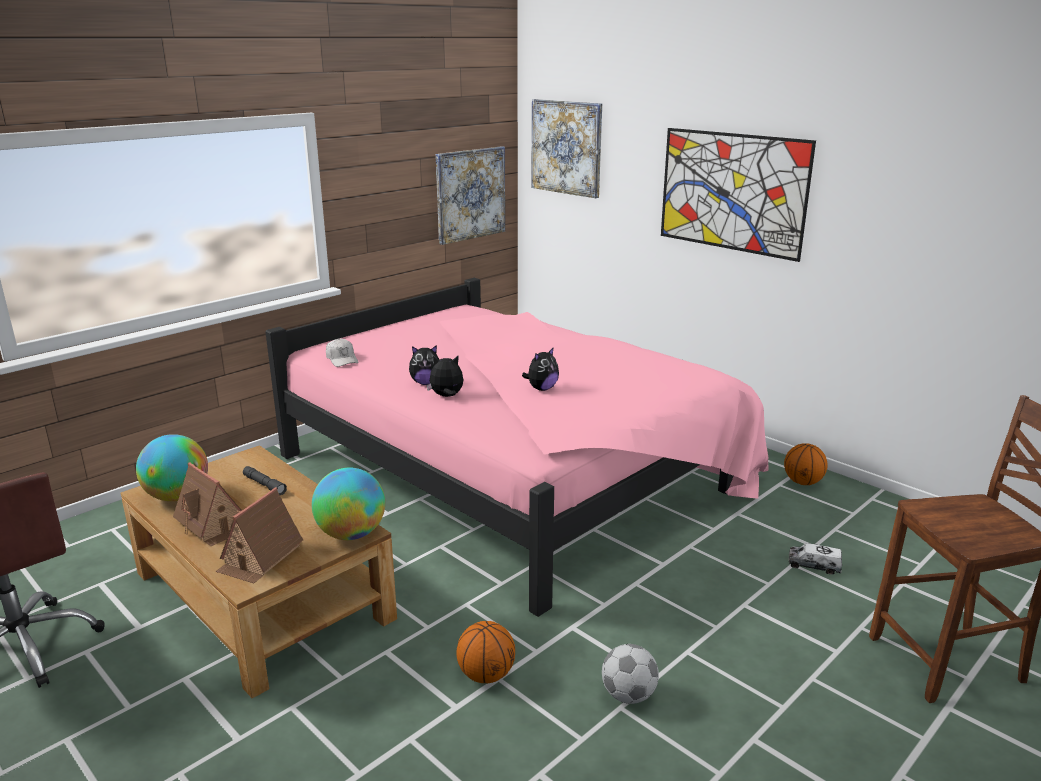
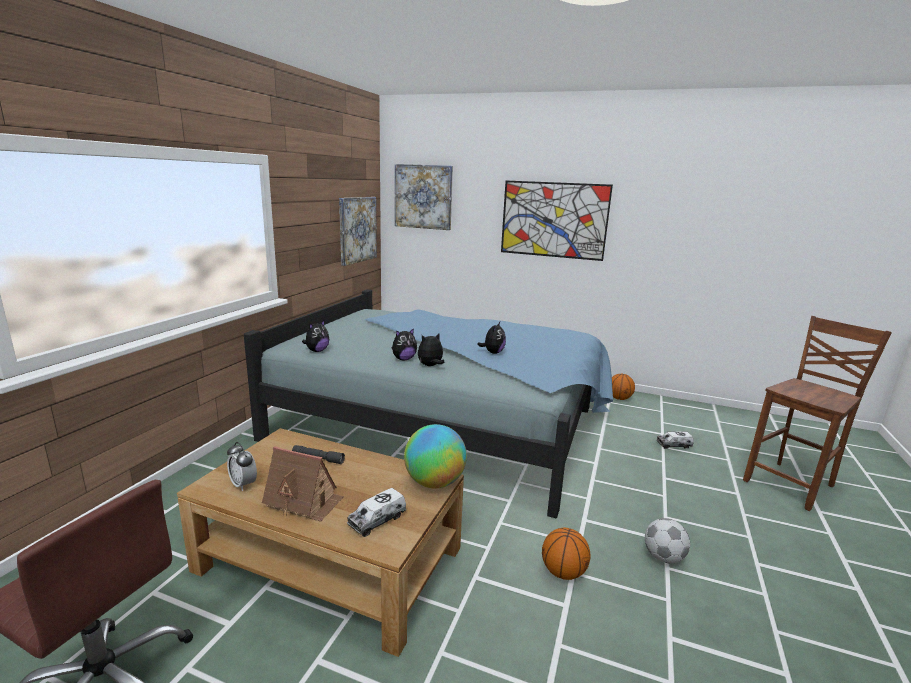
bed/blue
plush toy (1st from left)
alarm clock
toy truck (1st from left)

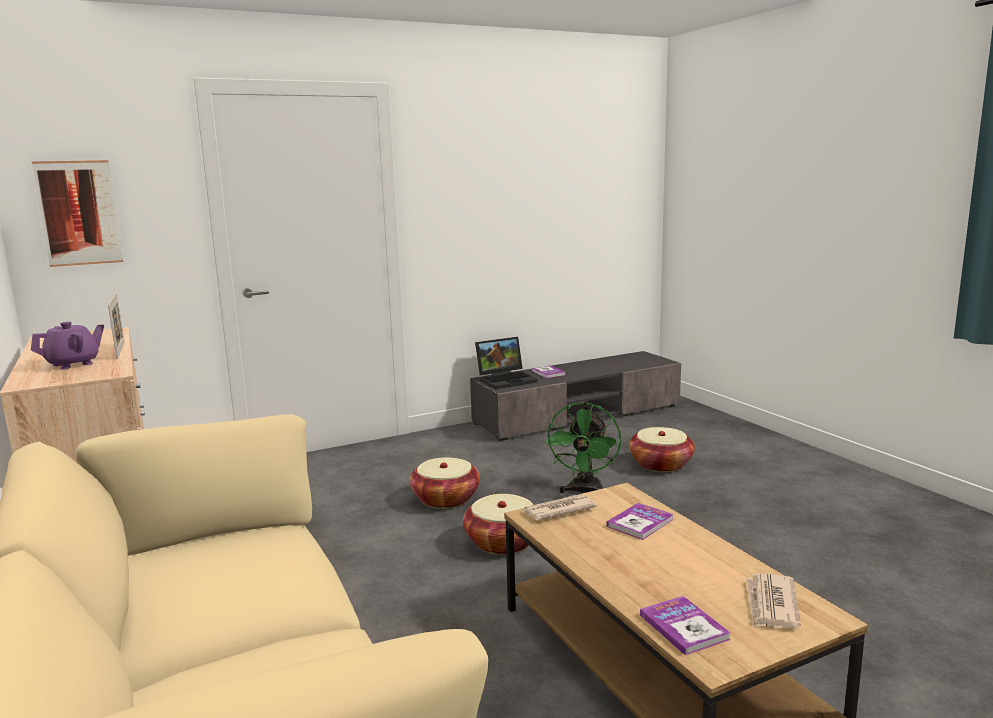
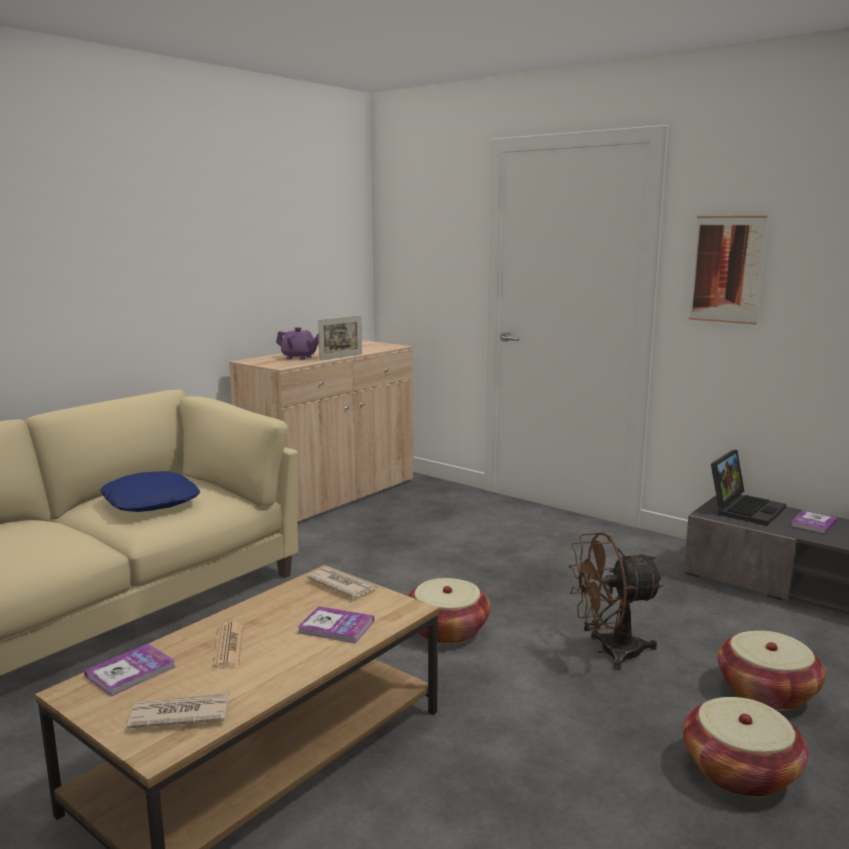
picture
laptop
fan/brown
basket (2nd from left)
pillow/blue
newspaper (2nd from left)

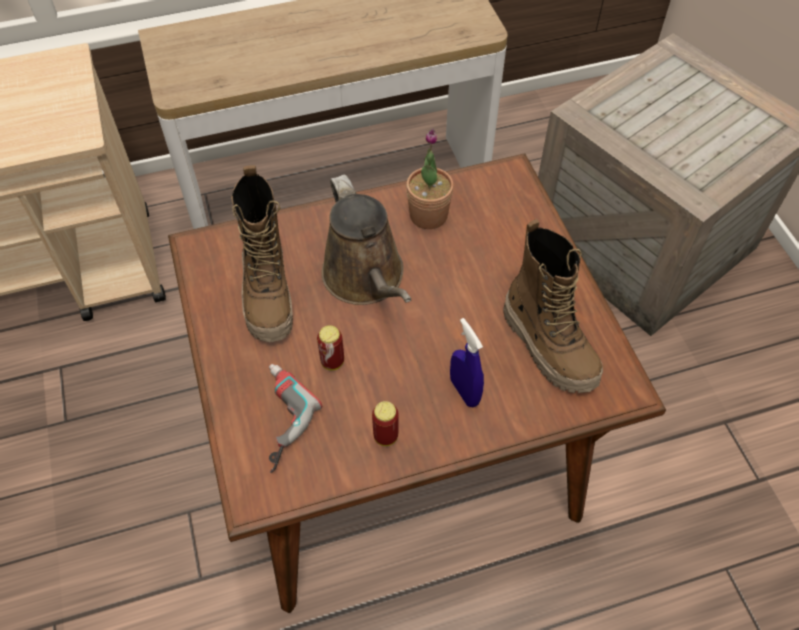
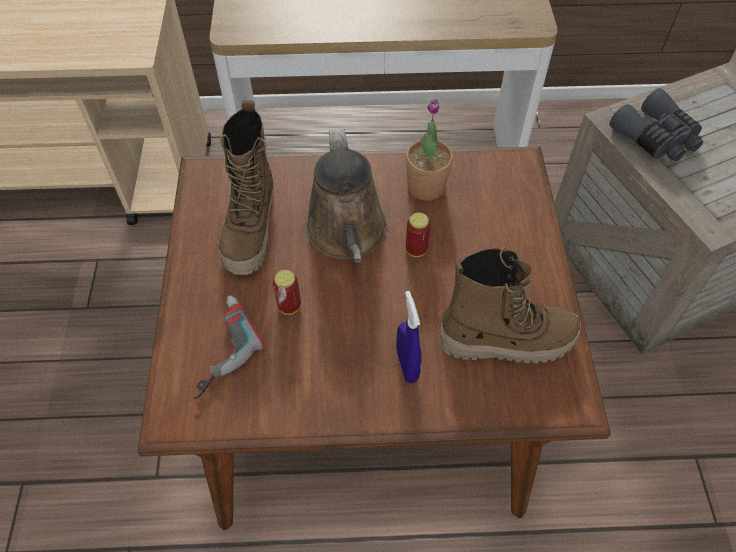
boot (2nd from left)
can (2nd from left)
binoculars/grey

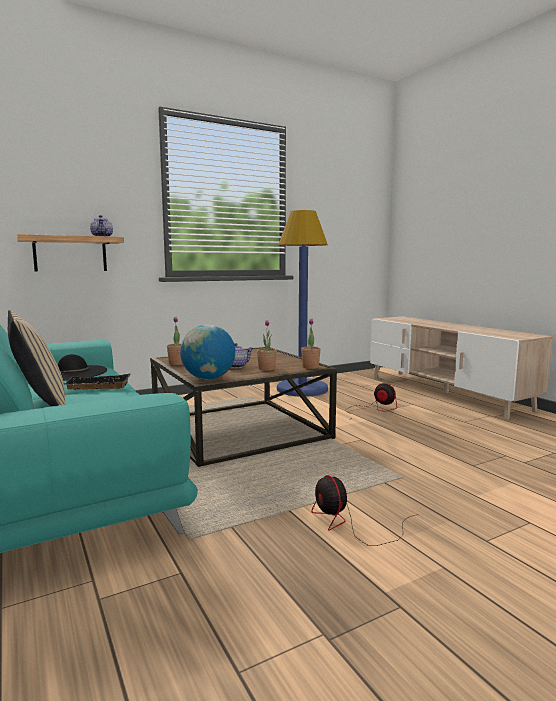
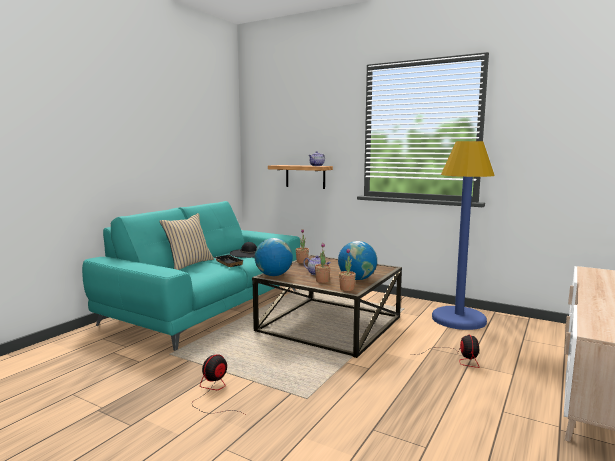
globe (2nd from left)

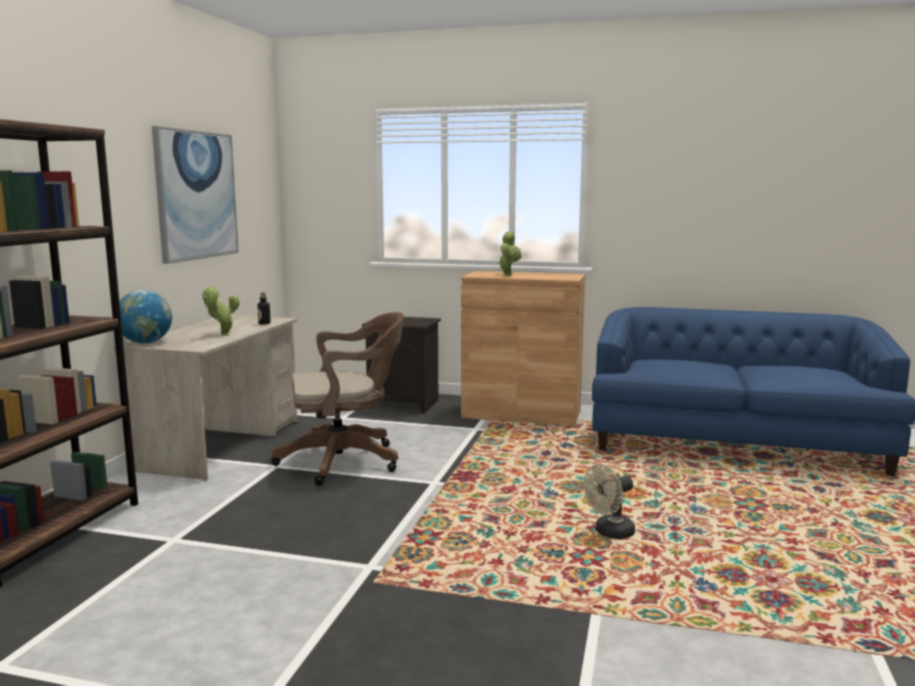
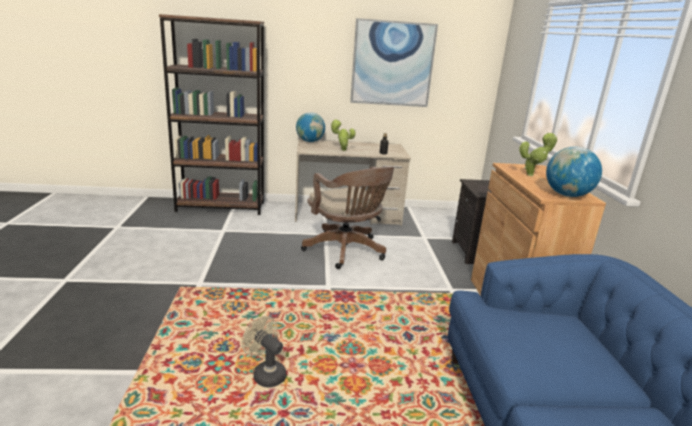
globe (2nd from left)

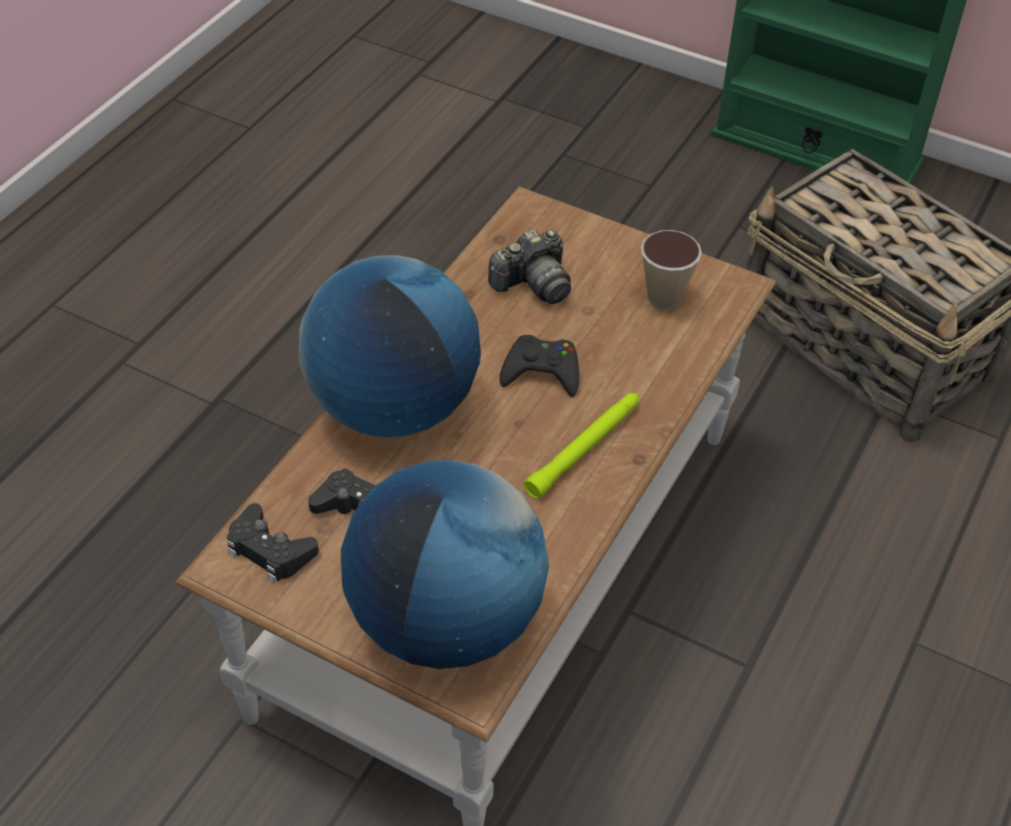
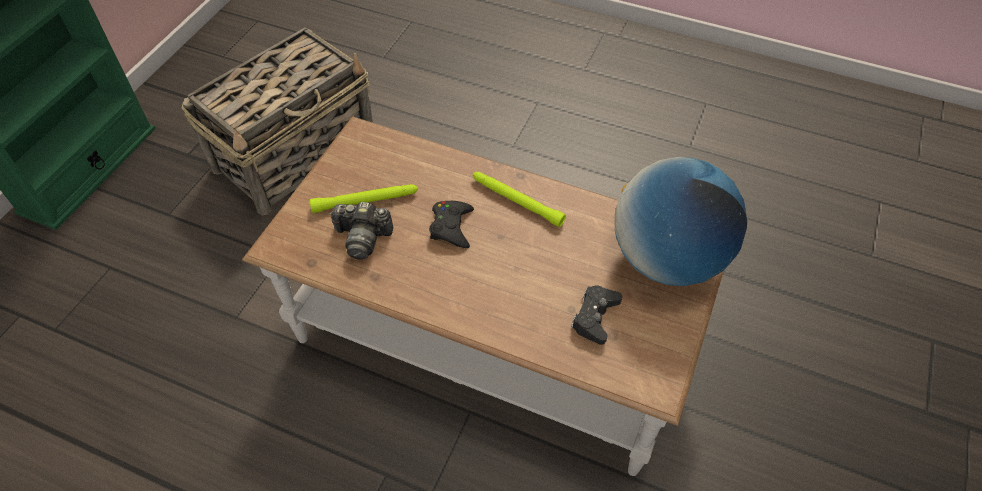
photo camera
cup
globe (1st from left in the first image)
game controller/black (1st from left in the first image)
flashlight/green (1st from left)

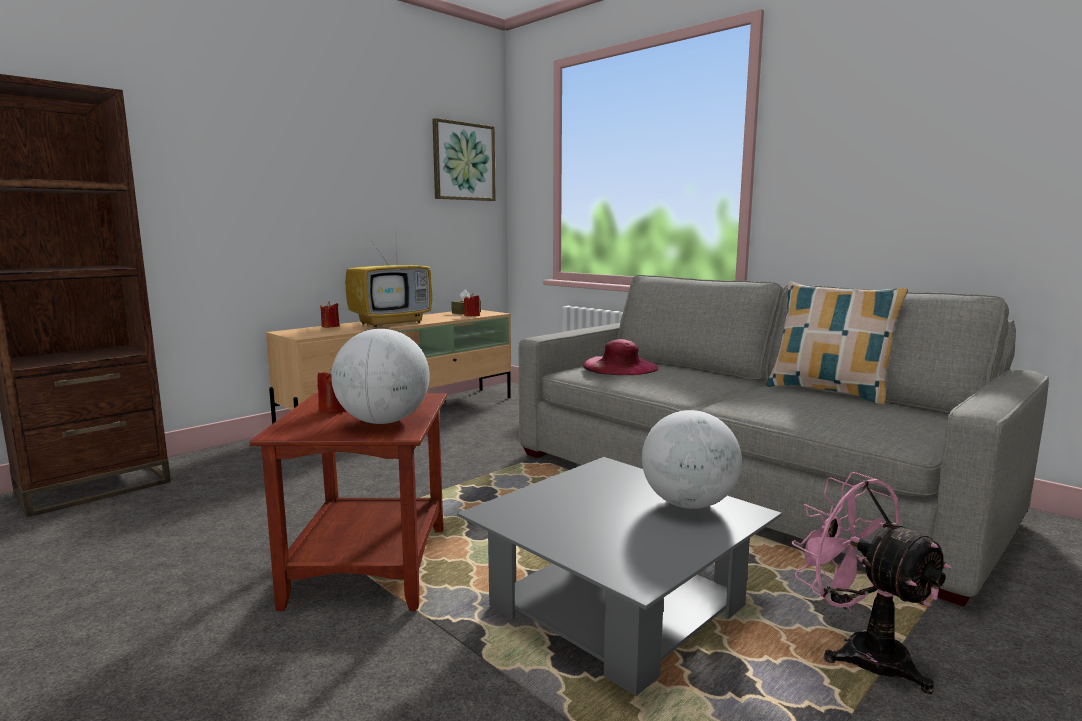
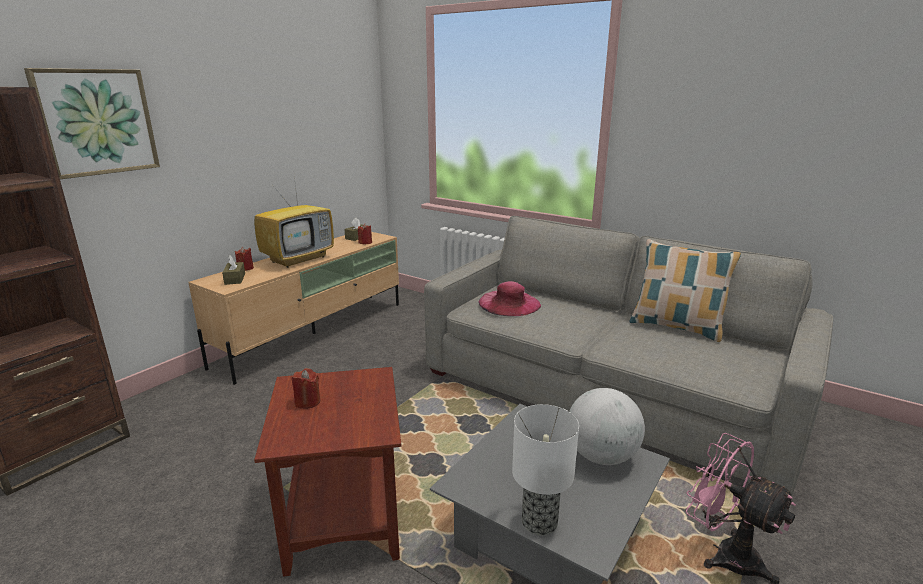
picture
globe (1st from left in the first image)
tissue box/brown (1st from left)
table lamp

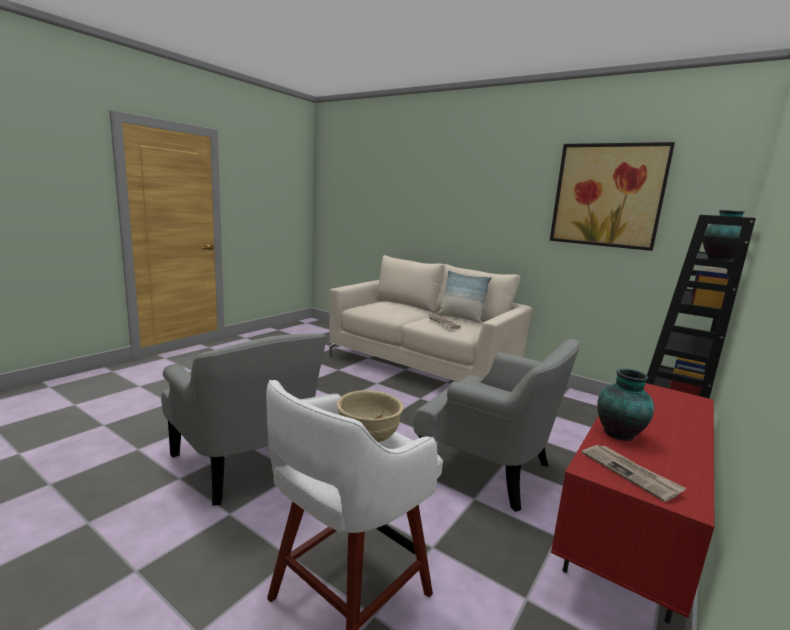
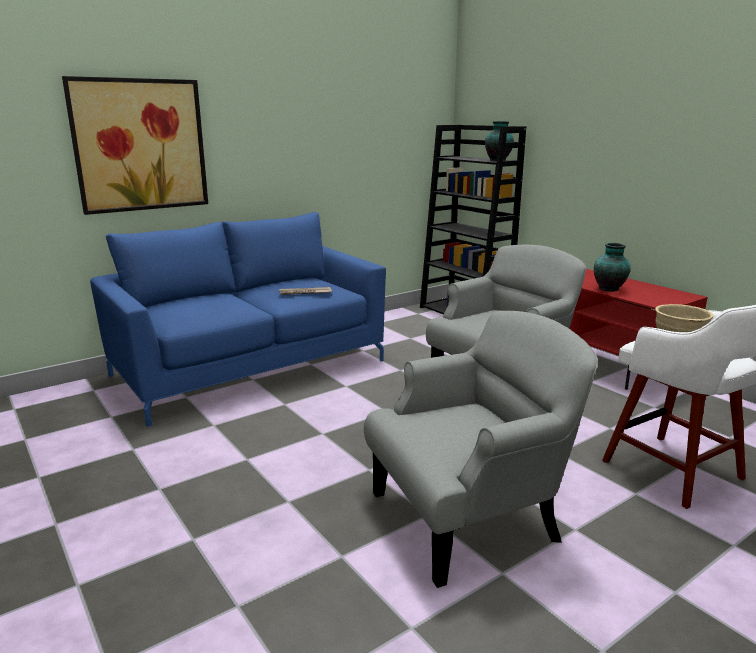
picture
sofa/blue
pillow
newspaper (2nd from left in the first image)

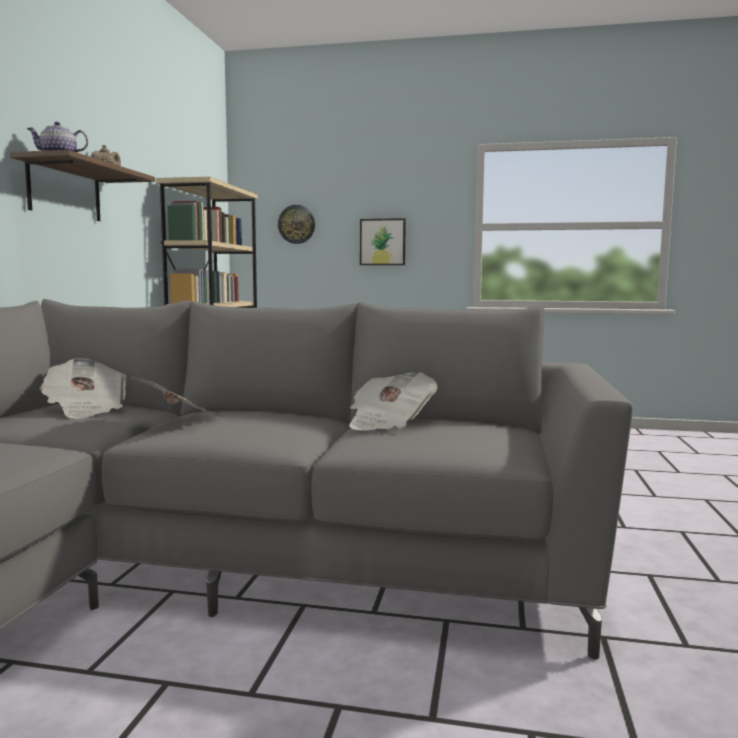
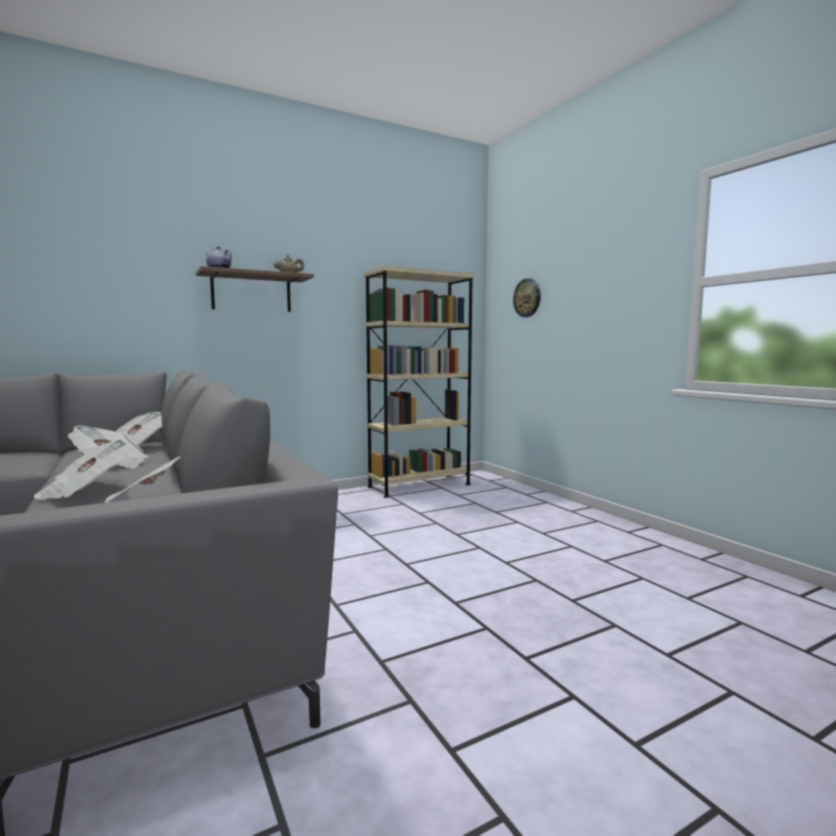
picture
newspaper (1st from left)

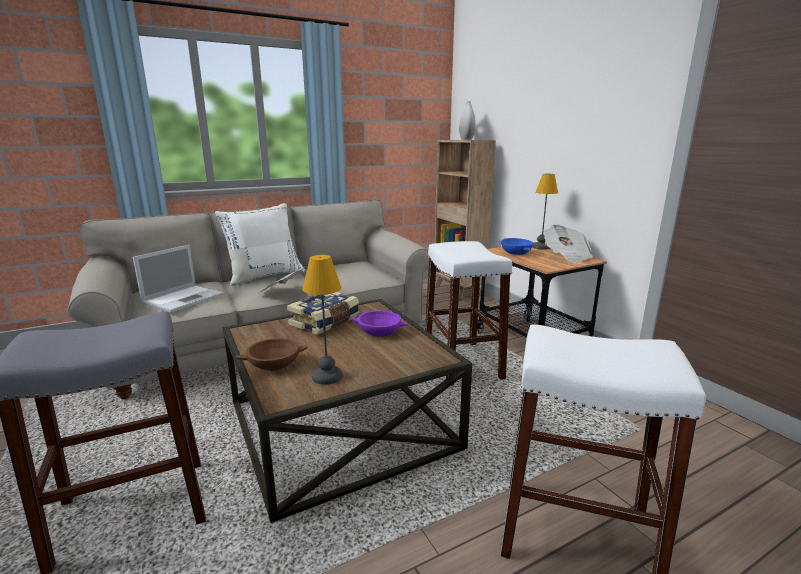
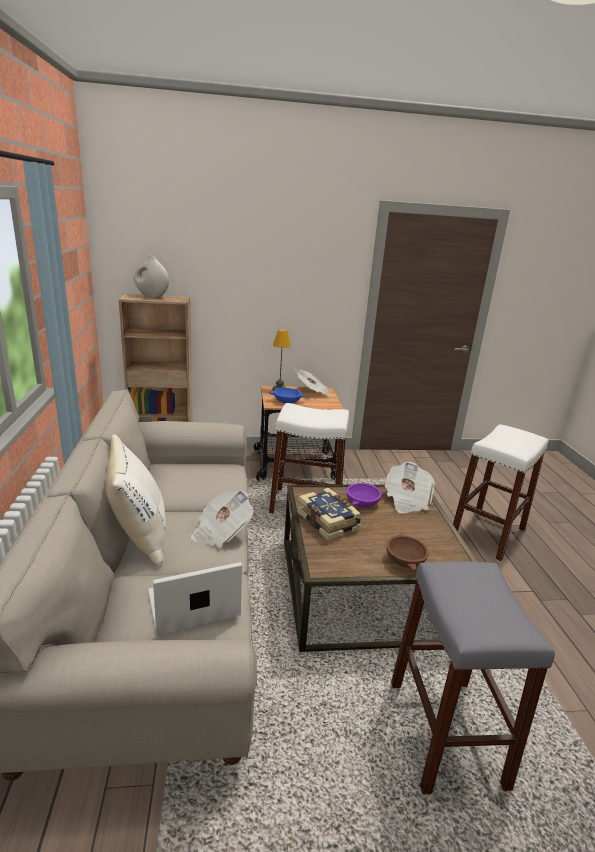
laptop
table lamp (1st from left in the first image)
newspaper (3rd from left)

